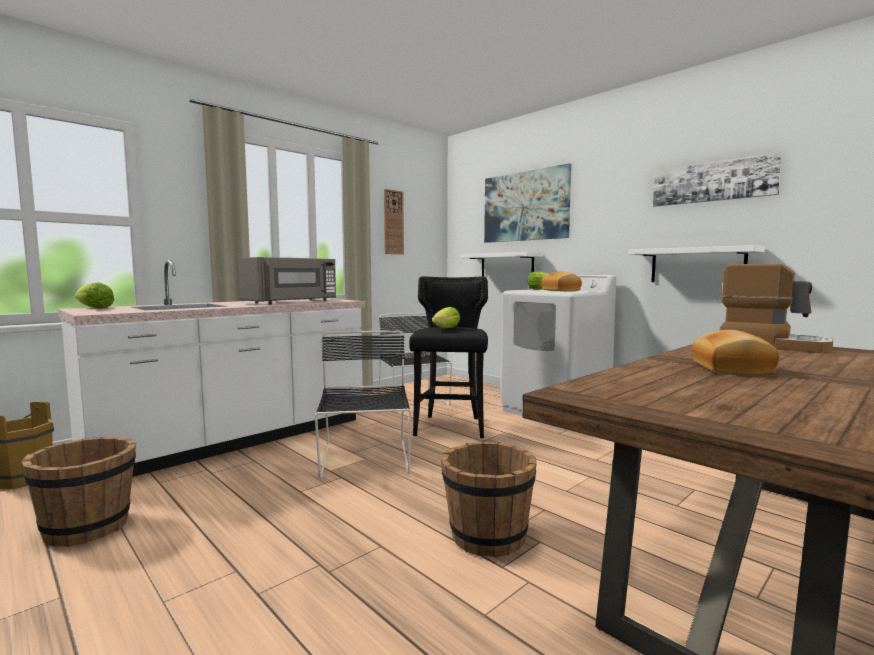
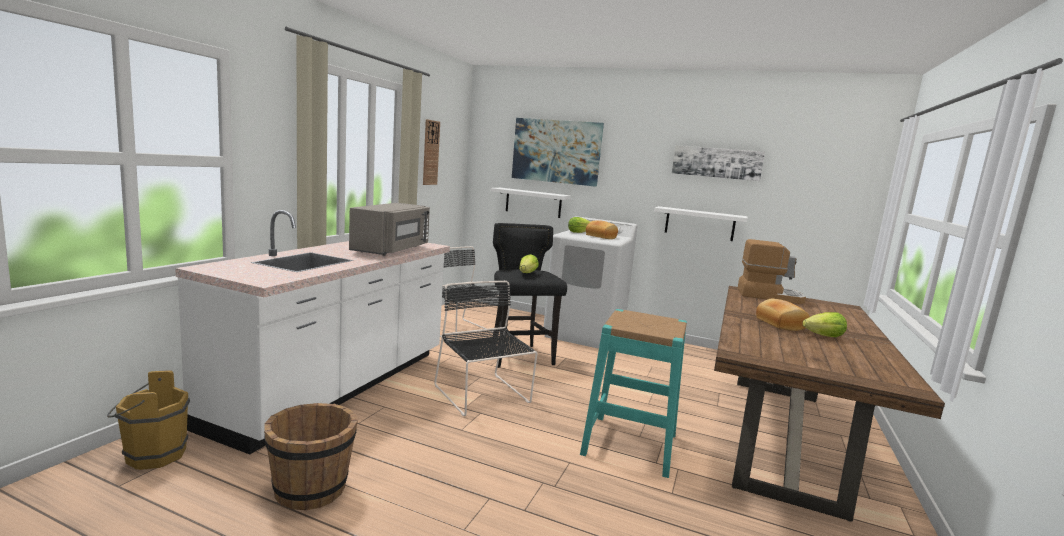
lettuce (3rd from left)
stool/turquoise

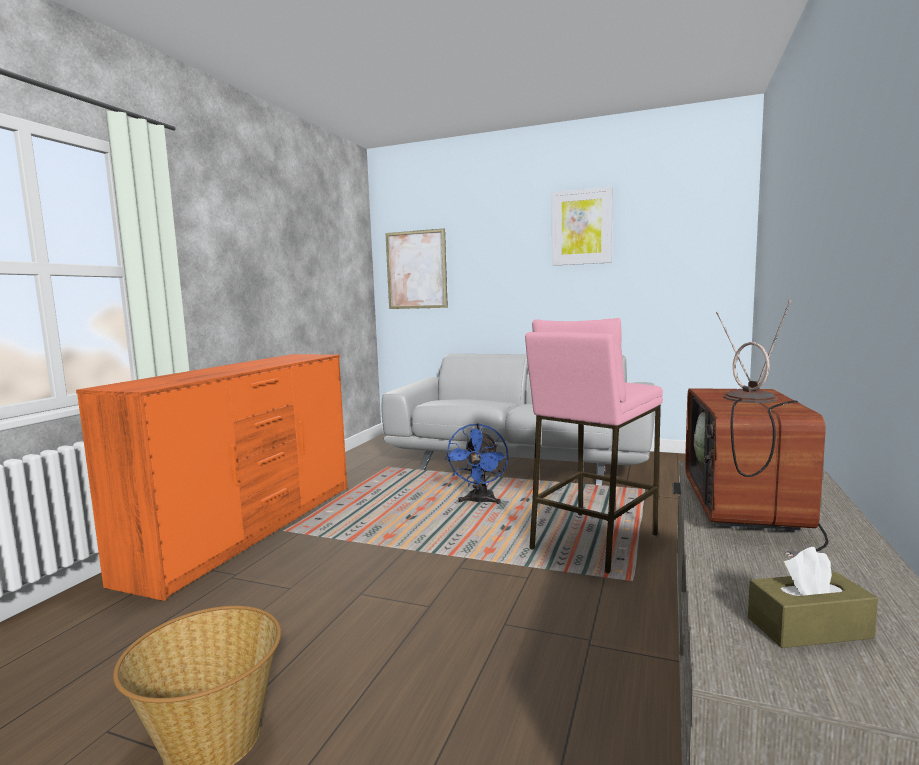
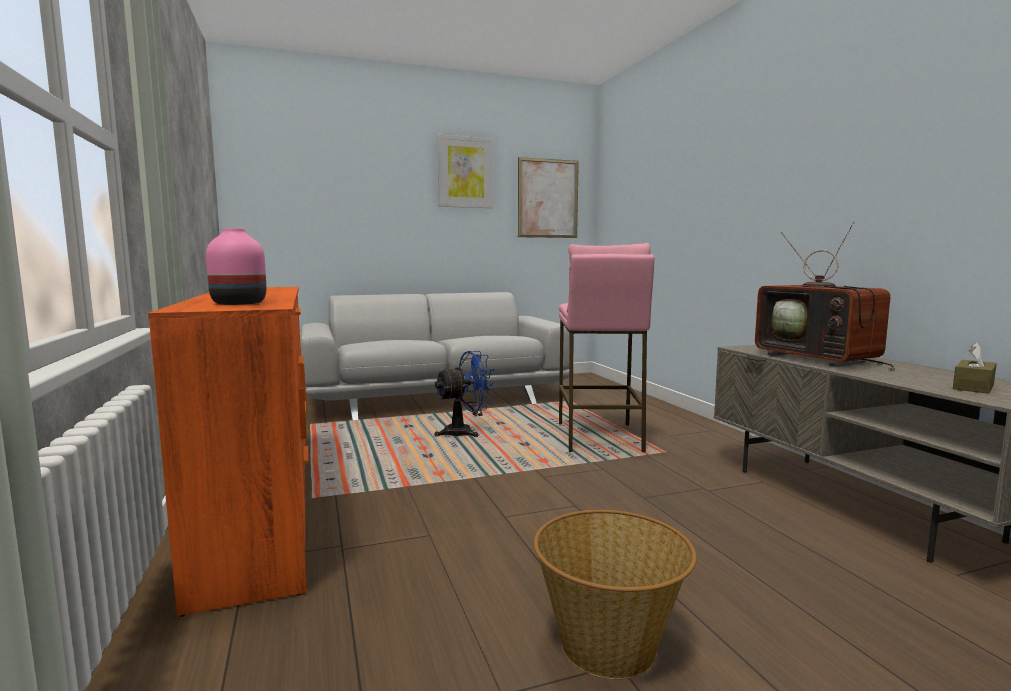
picture (2nd from left)
fan/blue
vase/pink

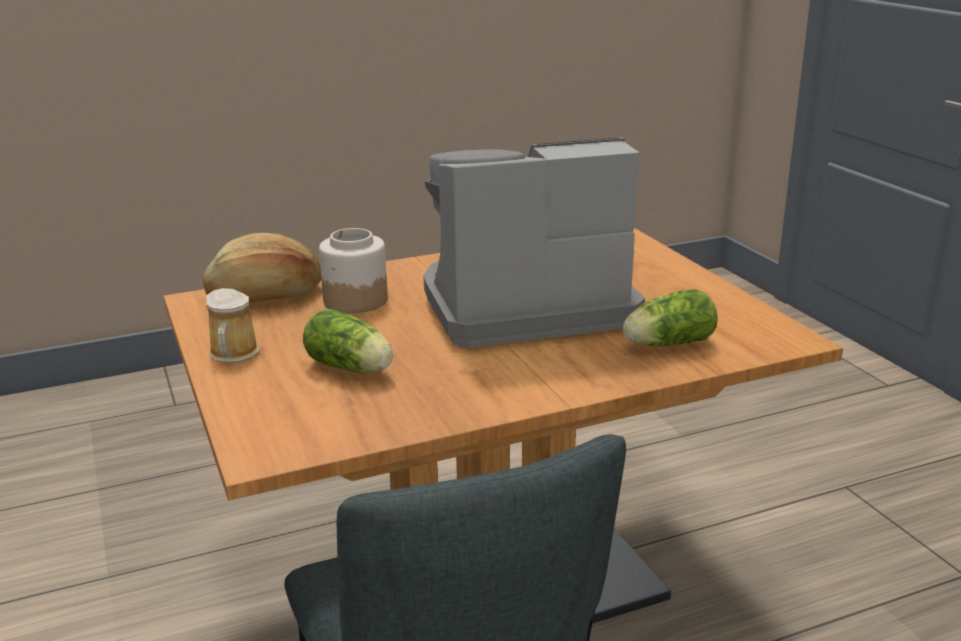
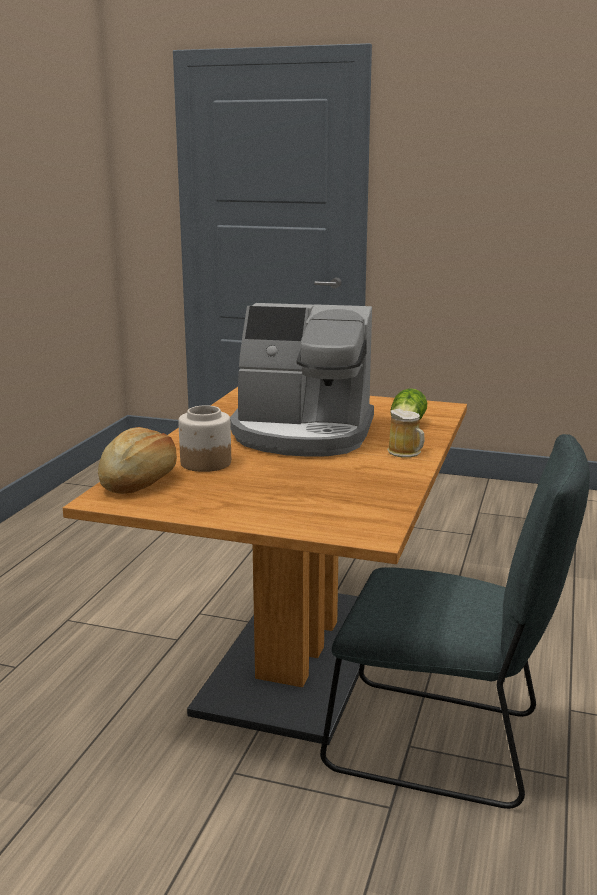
coffee machine
mug
lettuce (1st from left in the first image)

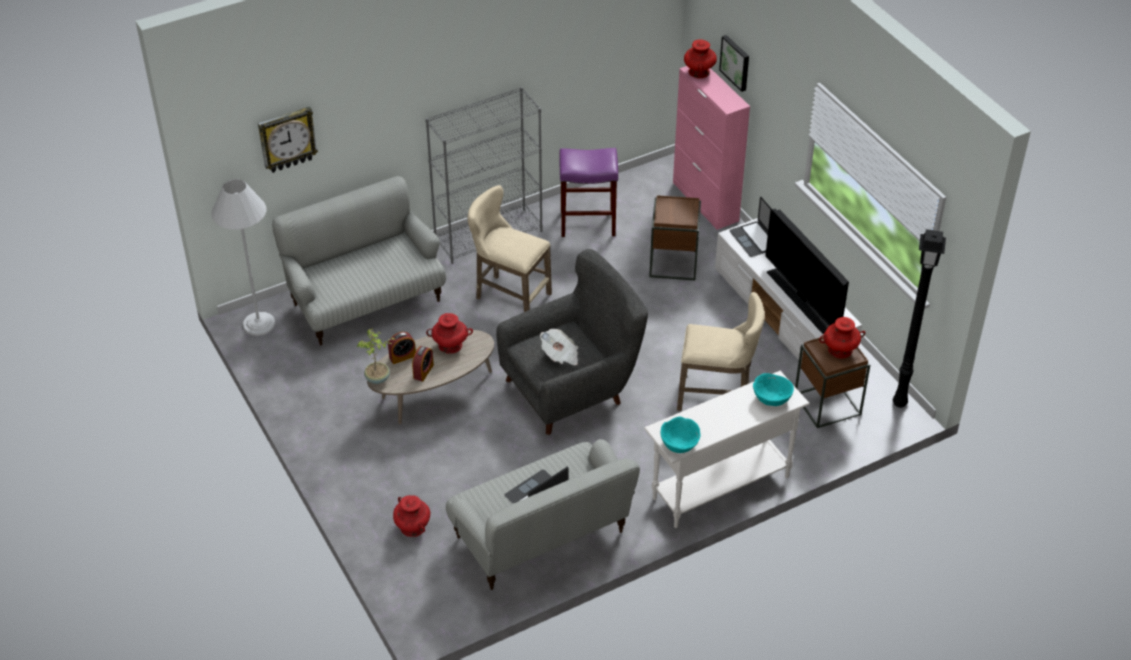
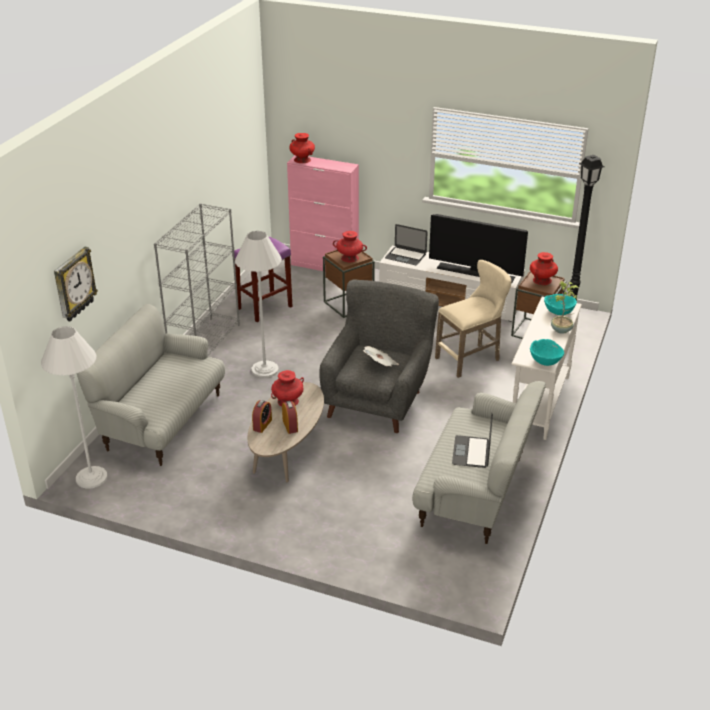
picture
floor lamp/white (2nd from left)
potted plant
vase/red (3rd from left)

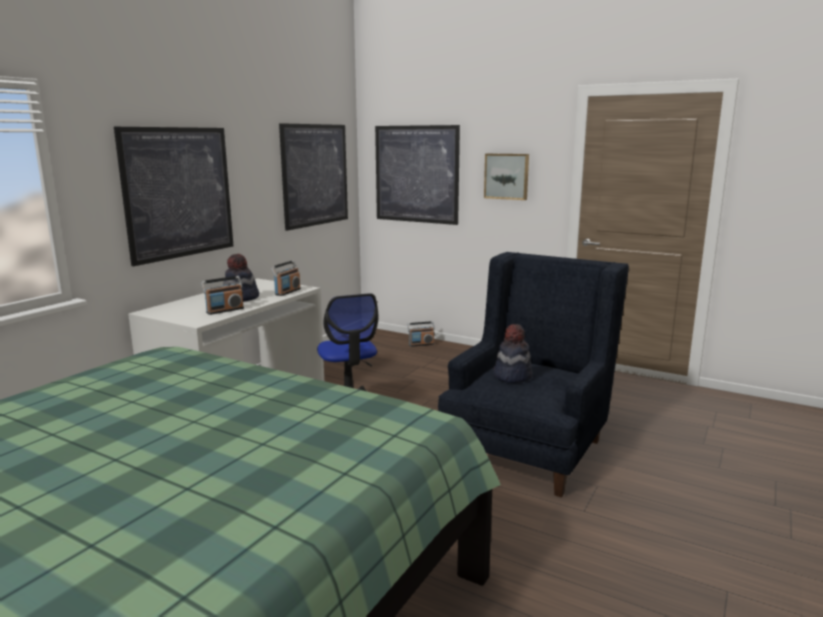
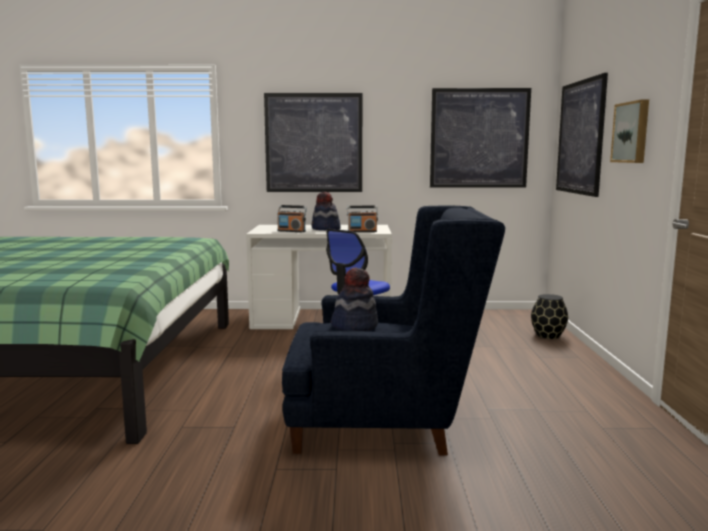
vase/black

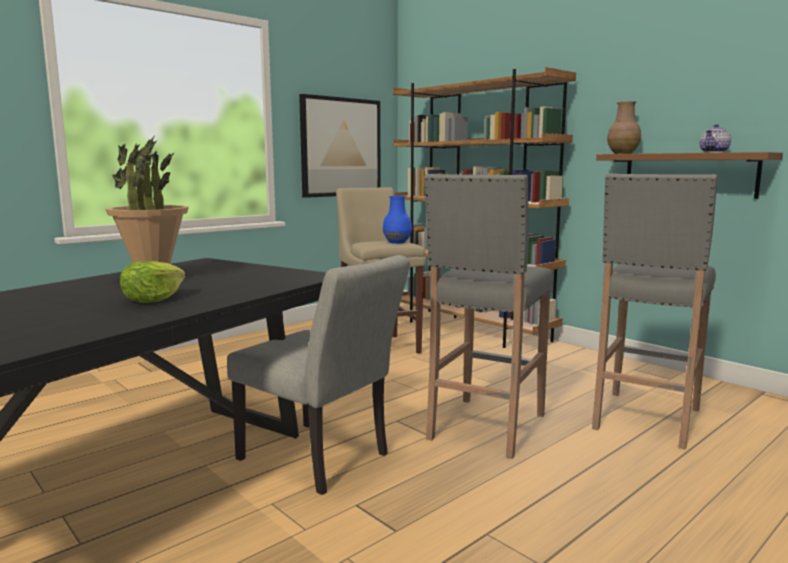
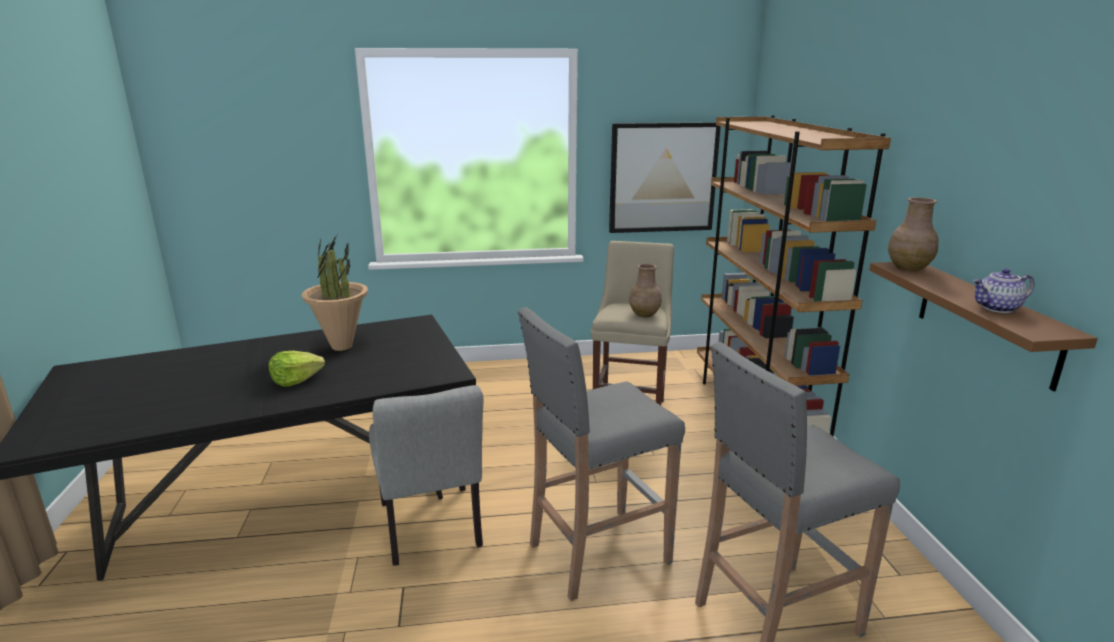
vase/brown (1st from left)

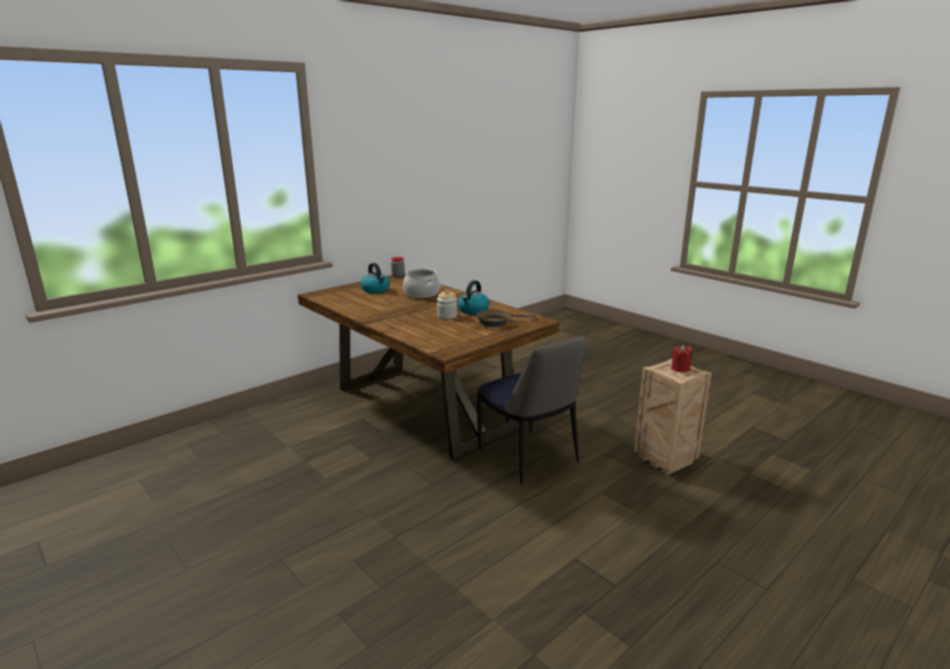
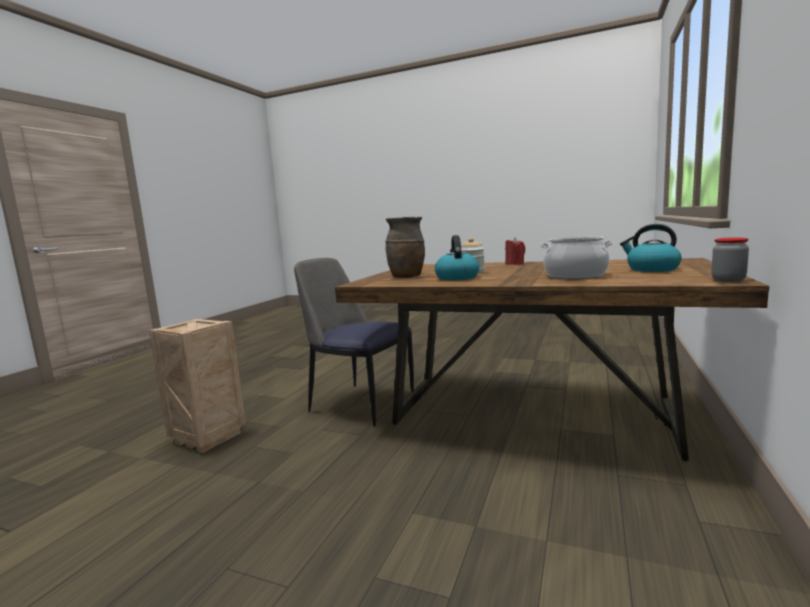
vase/brown
candle/red

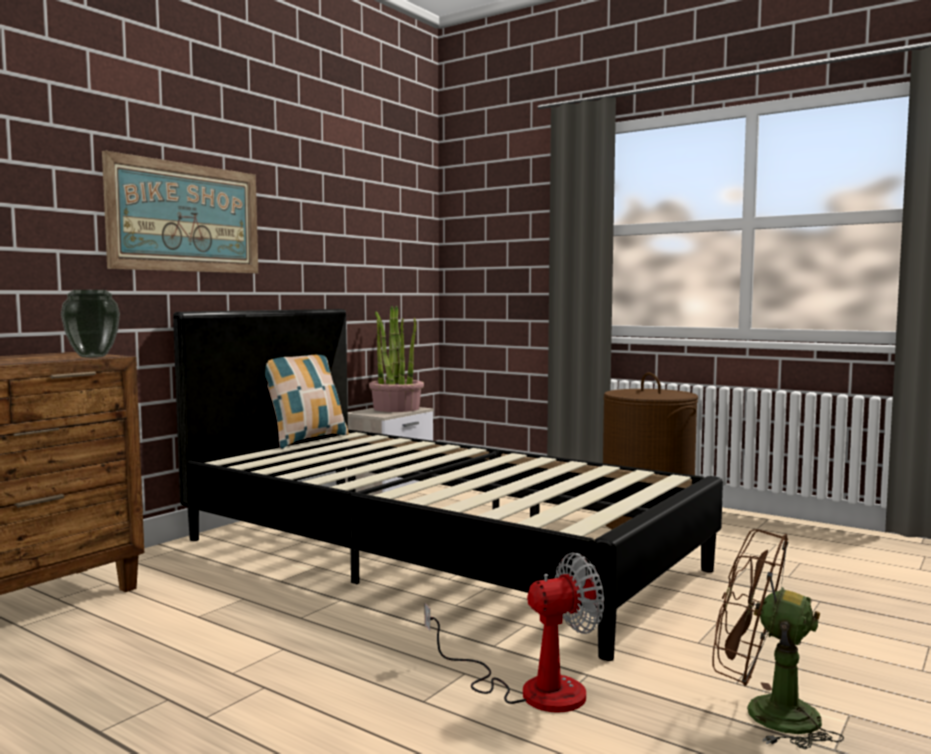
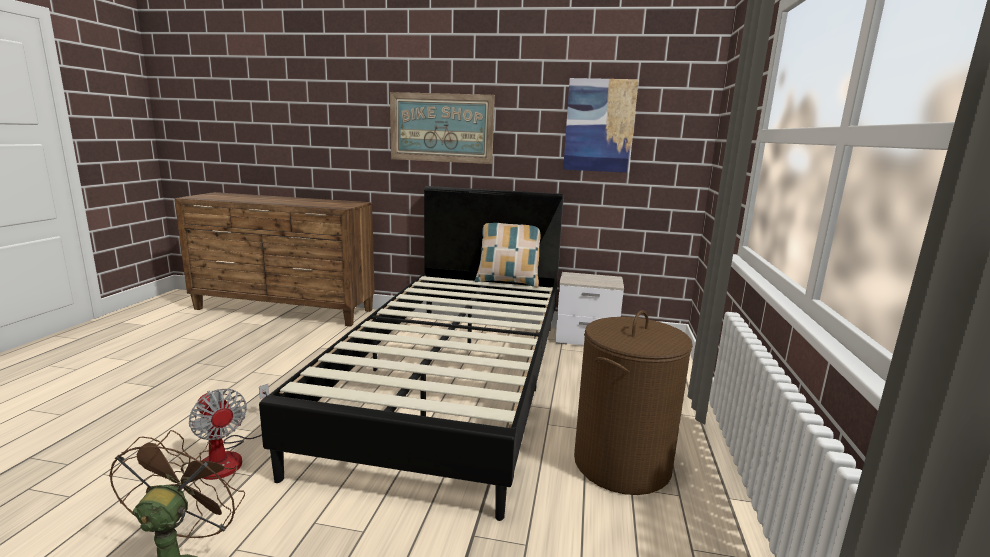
vase
potted plant
picture (2nd from left)

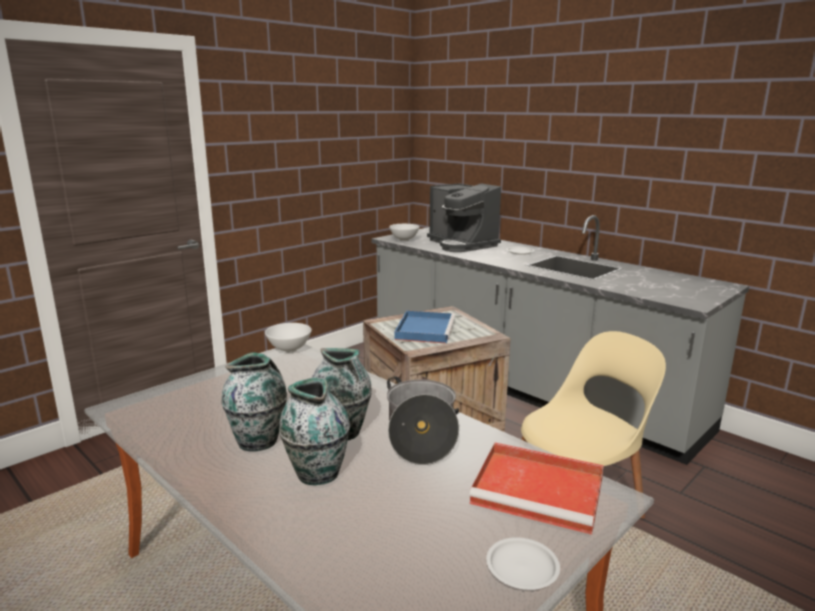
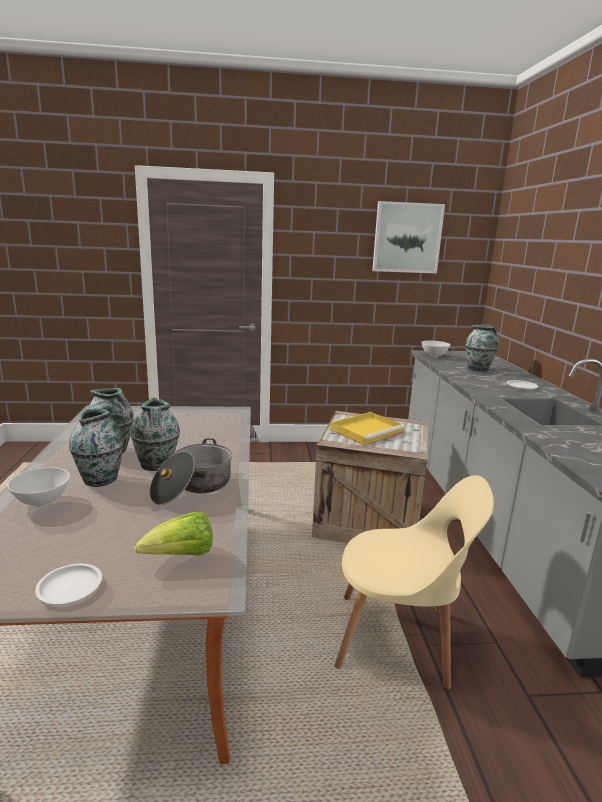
vase (4th from left)
tray/yellow
bowl/white (1st from left)
lettuce
picture

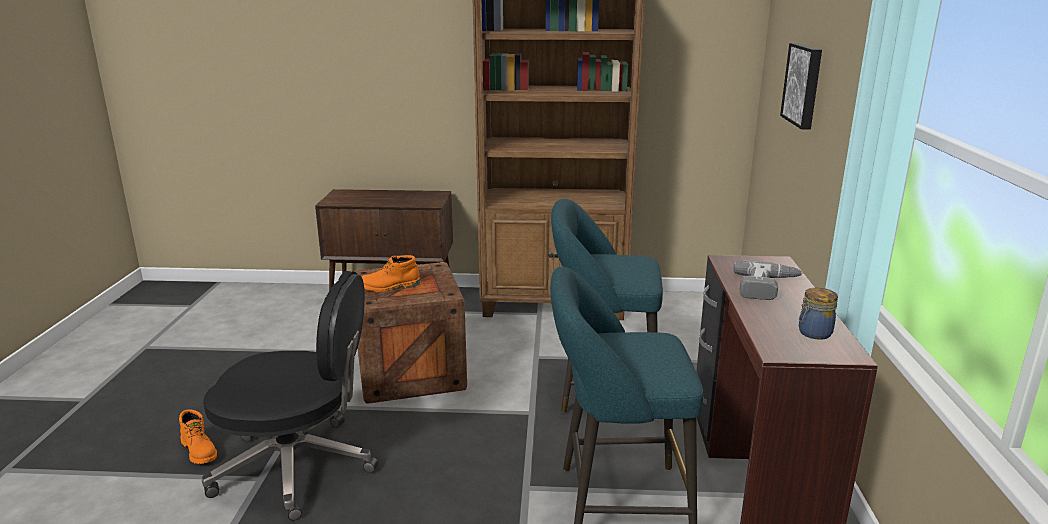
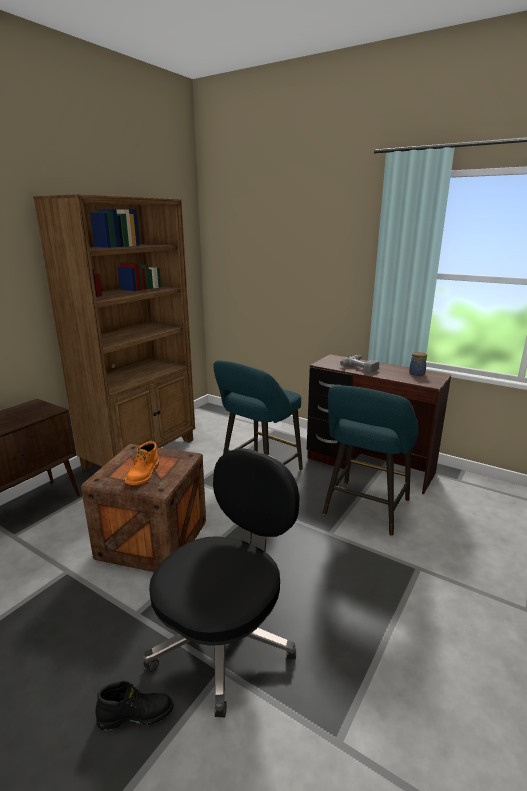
picture
boot/black

